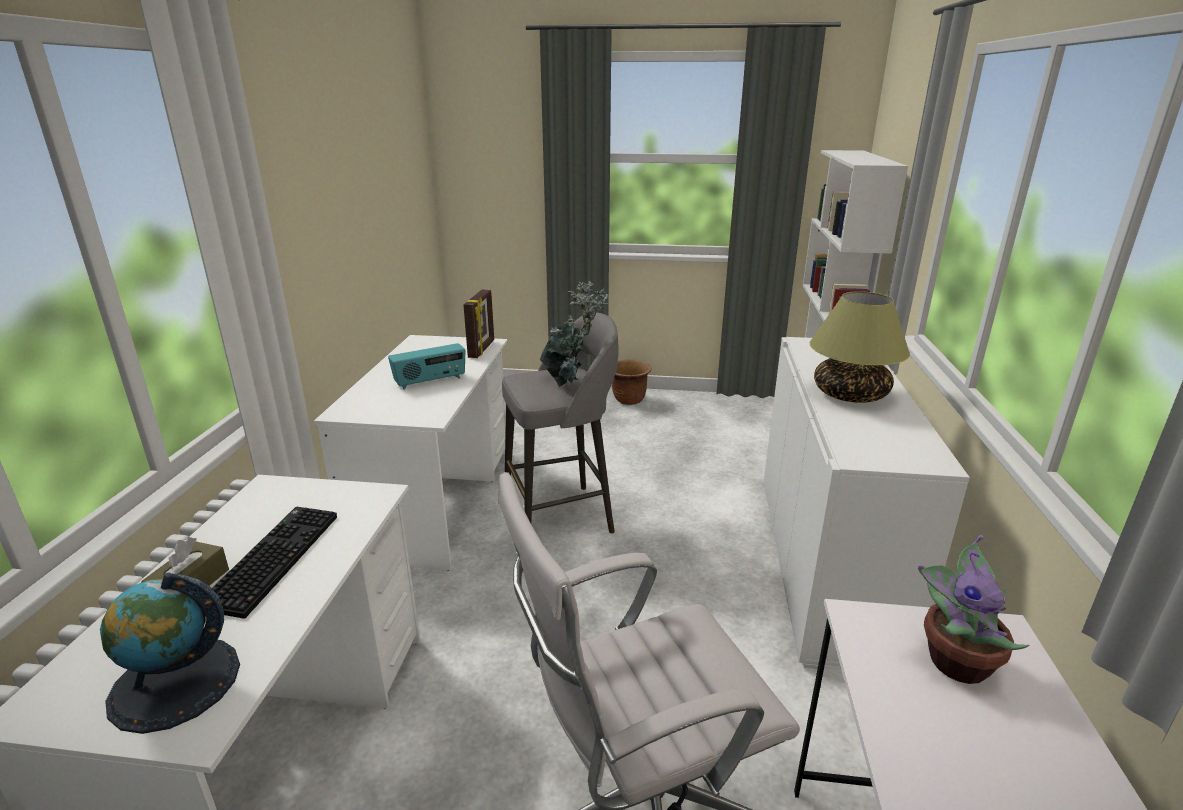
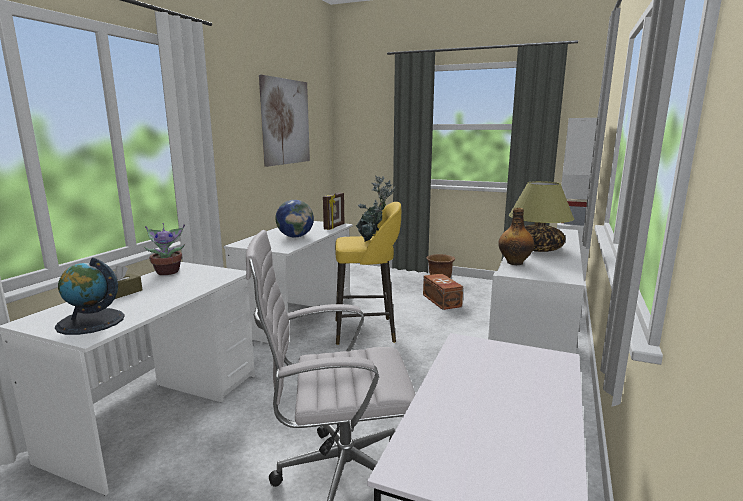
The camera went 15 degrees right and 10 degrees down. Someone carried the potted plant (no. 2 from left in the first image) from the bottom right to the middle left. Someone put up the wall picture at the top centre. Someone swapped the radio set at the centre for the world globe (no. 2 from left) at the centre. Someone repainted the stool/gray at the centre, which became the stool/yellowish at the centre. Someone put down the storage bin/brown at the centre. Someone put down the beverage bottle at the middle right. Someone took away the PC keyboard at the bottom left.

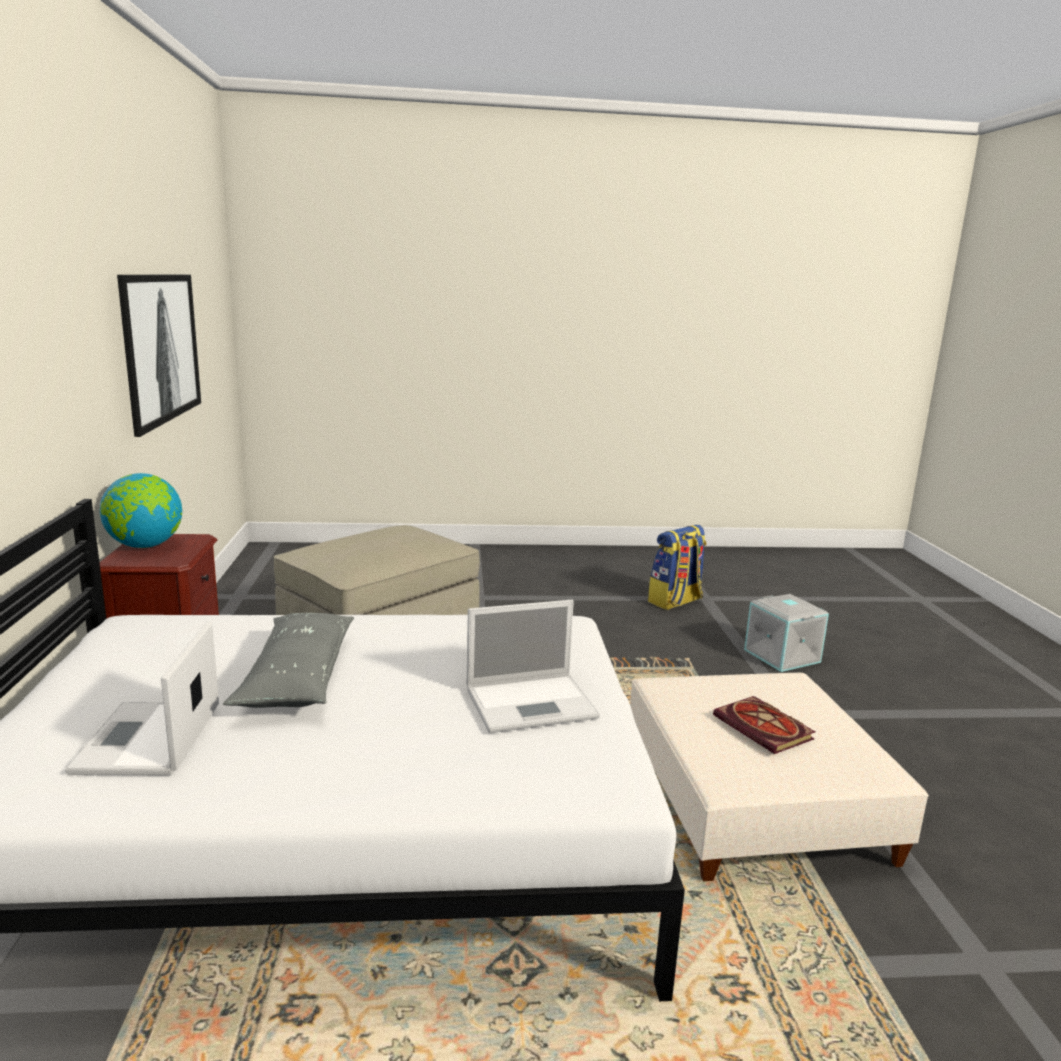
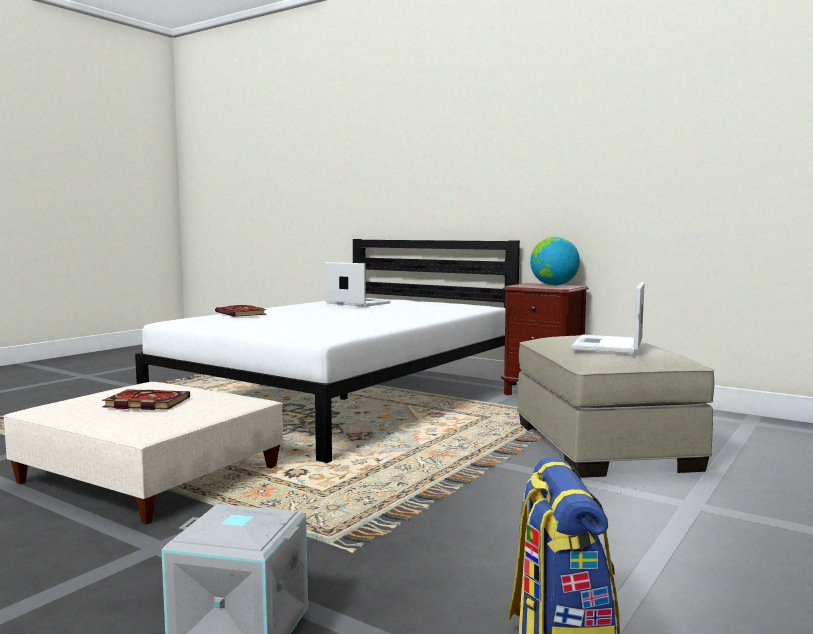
The camera went 130 degrees right and 10 degrees down. Someone put down the book (no. 2 from left) at the middle left. Someone carried the laptop (no. 2 from left) from the centre to the middle right. Someone took away the wall picture at the middle left. Someone took away the pillow/gray at the middle left.

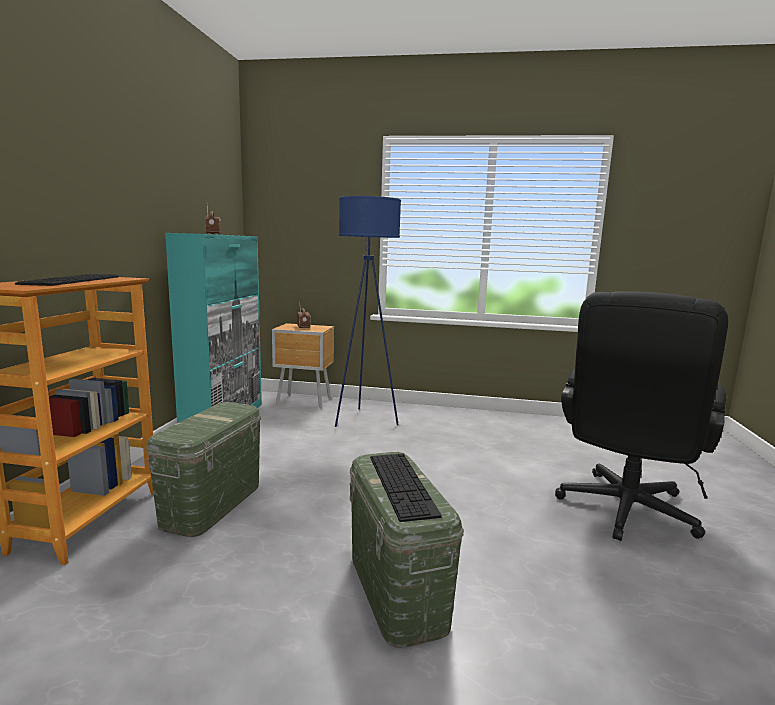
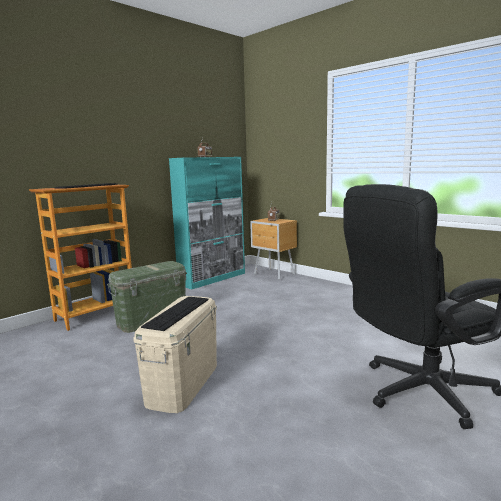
The camera went 35 degrees right and 0 degrees up. Someone repainted the storage bin/greenish (no. 2 from left) at the bottom centre, which became the storage bin/sand-coloured at the bottom centre. Someone took away the standard lamp/bluish at the centre.

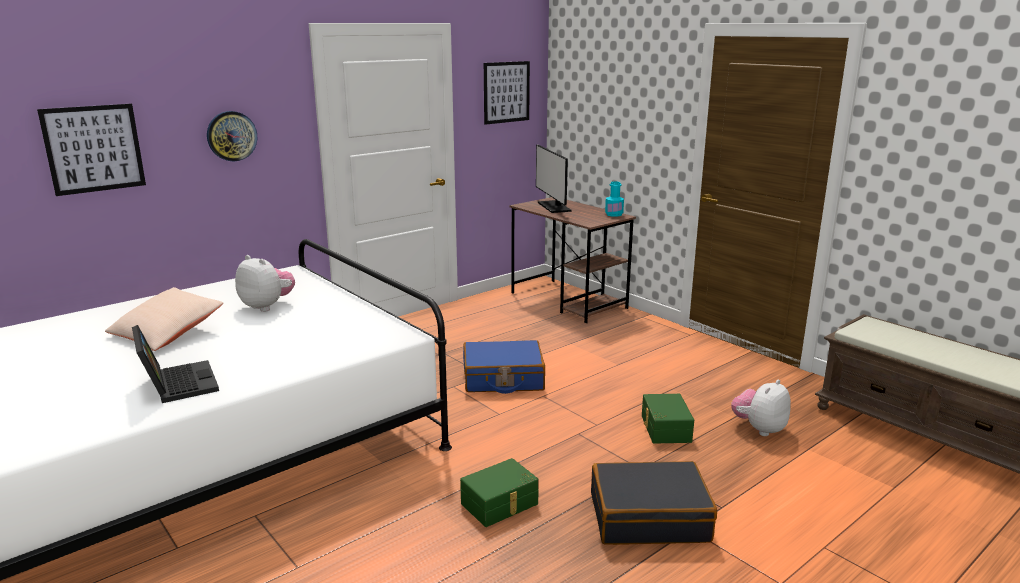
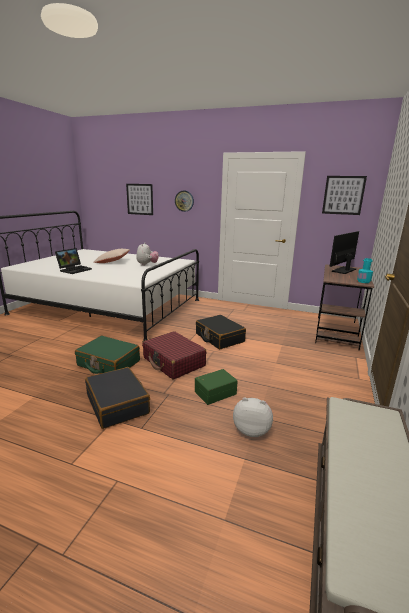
The camera went 60 degrees right and 0 degrees up. Someone swapped the storage bin/greenish (no. 1 from left) at the bottom centre for the travel case/greenish at the middle left. Someone put down the travel case/reddish at the centre. Someone repainted the travel case/bluish at the centre, which became the travel case/blackish (no. 2 from left) at the centre.

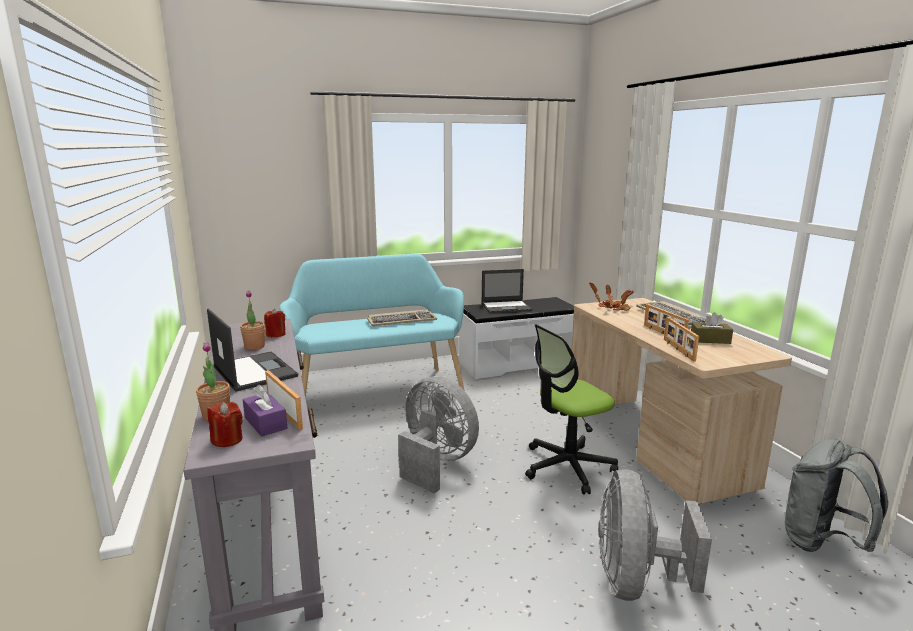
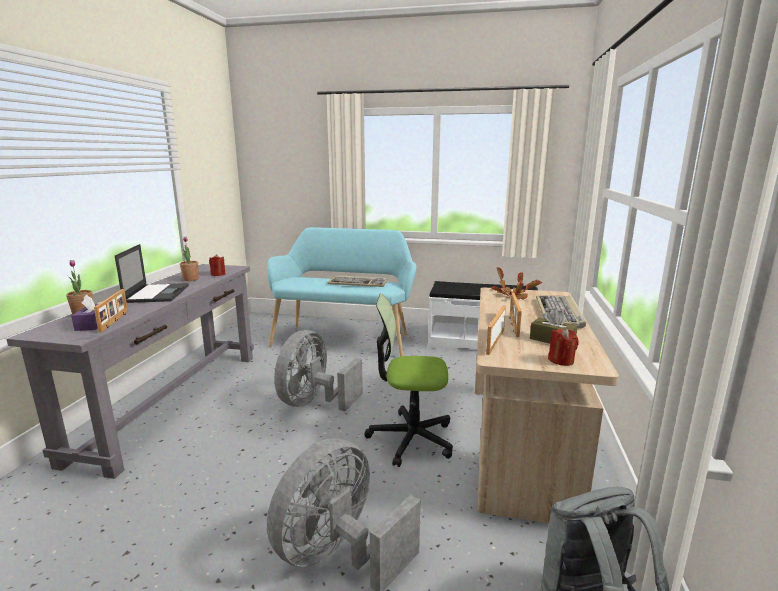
The camera went 30 degrees right and 0 degrees up. Someone rotated the electric fan/gray (no. 1 from left) at the bottom centre by 135 degrees counterclockwise. Someone carried the wax candle/reddish (no. 1 from left in the first image) from the bottom left to the middle right. Someone took away the laptop (no. 2 from left) at the centre.

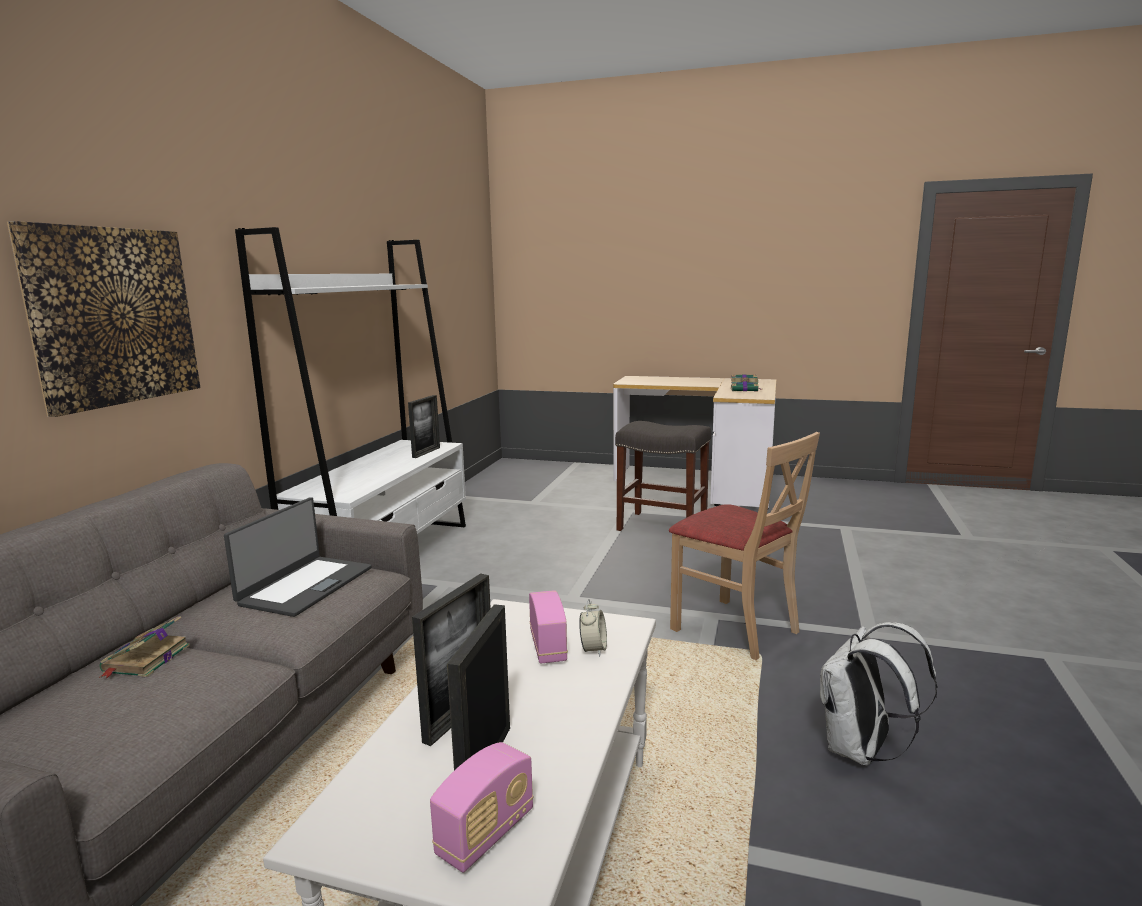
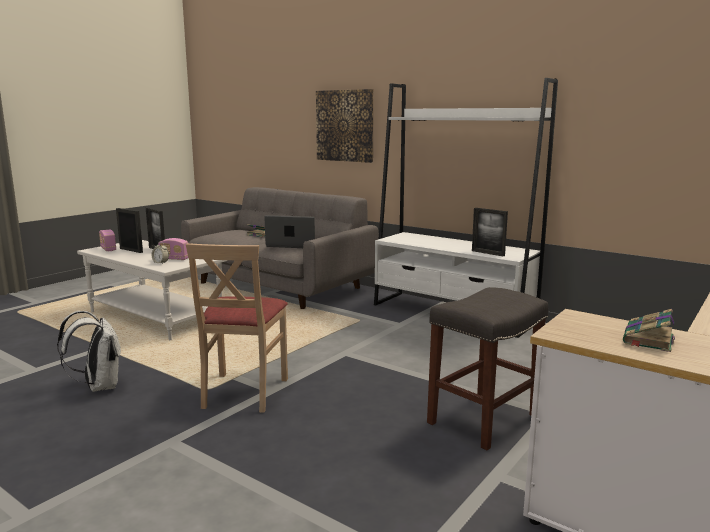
The camera went 110 degrees right and 0 degrees up. Someone rotated the chair/sand-coloured at the centre by 60 degrees counterclockwise. Someone rotated the laptop at the middle left by 150 degrees clockwise.

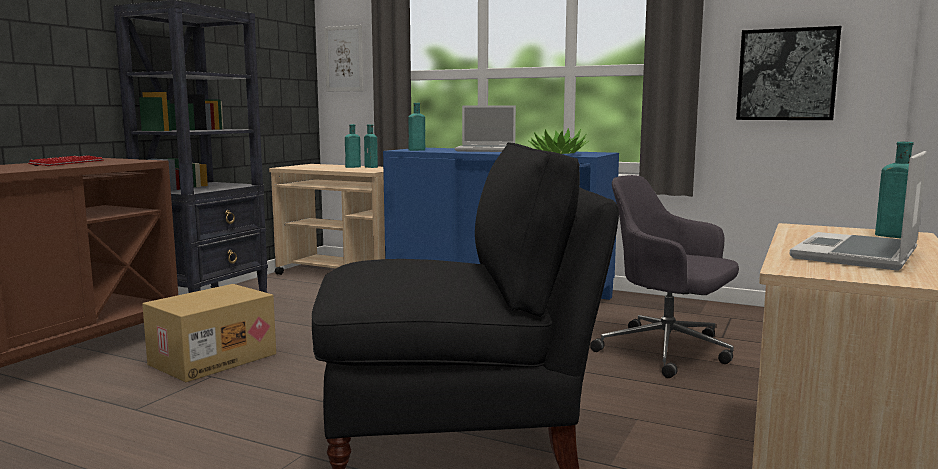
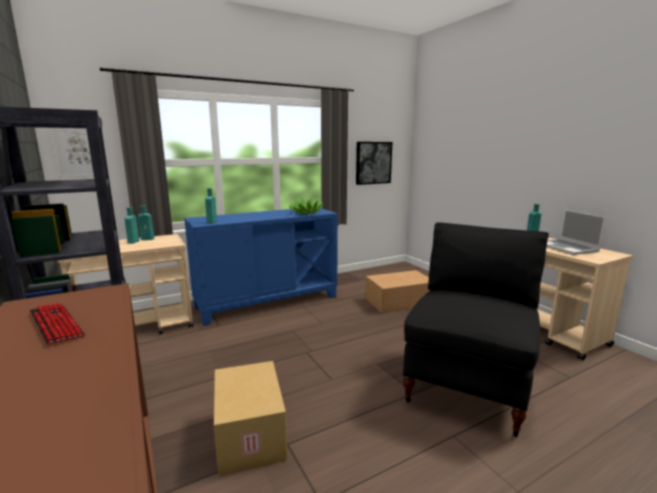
The camera went 55 degrees left and 5 degrees up. Someone swapped the computer chair/gray at the middle right for the packing box (no. 2 from left) at the centre. Someone took away the laptop (no. 1 from left) at the top centre.

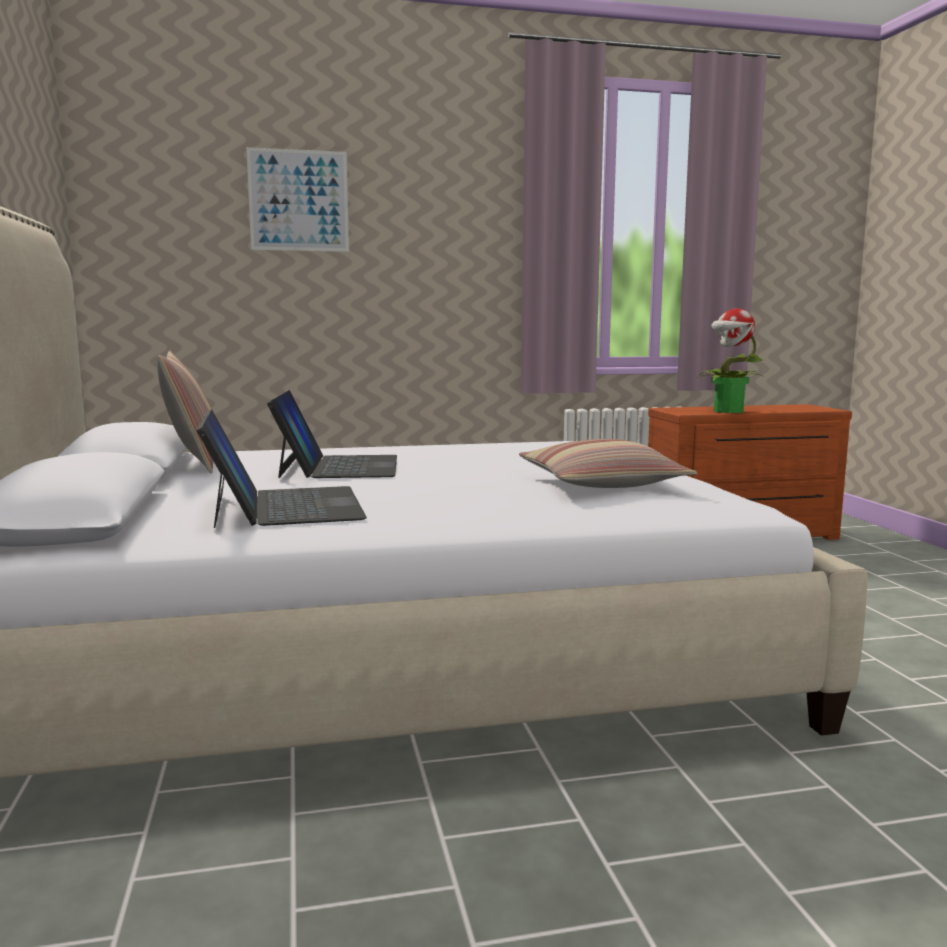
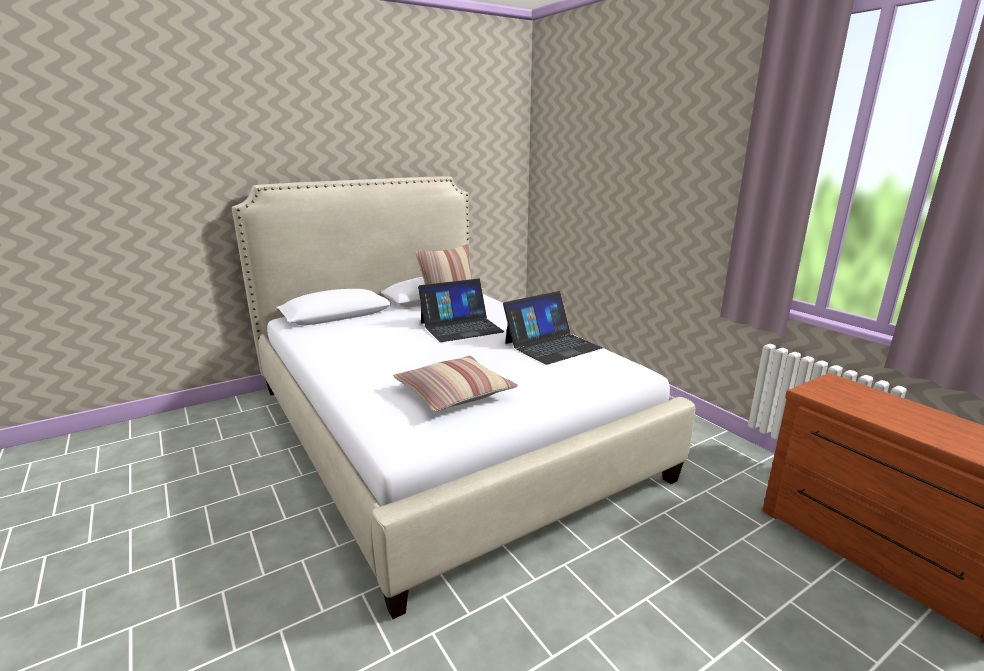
The camera went 70 degrees right and 10 degrees up. Someone carried the laptop (no. 1 from left in the first image) from the middle left to the centre. Someone took away the wall picture at the top left. Someone took away the potted plant at the middle right.

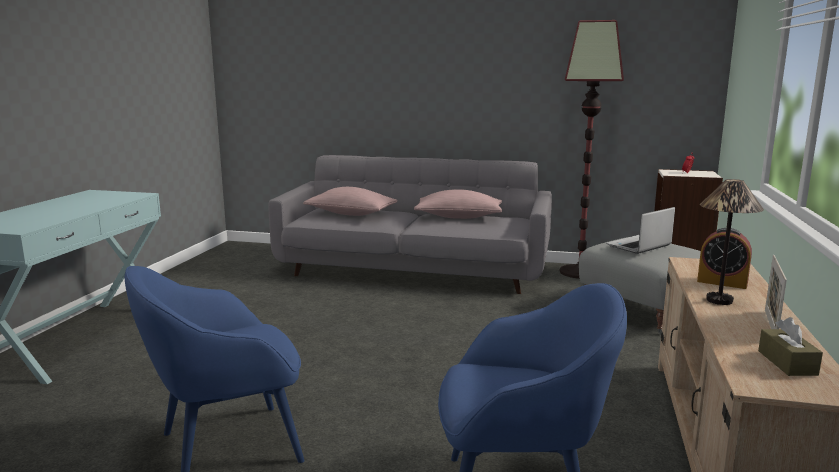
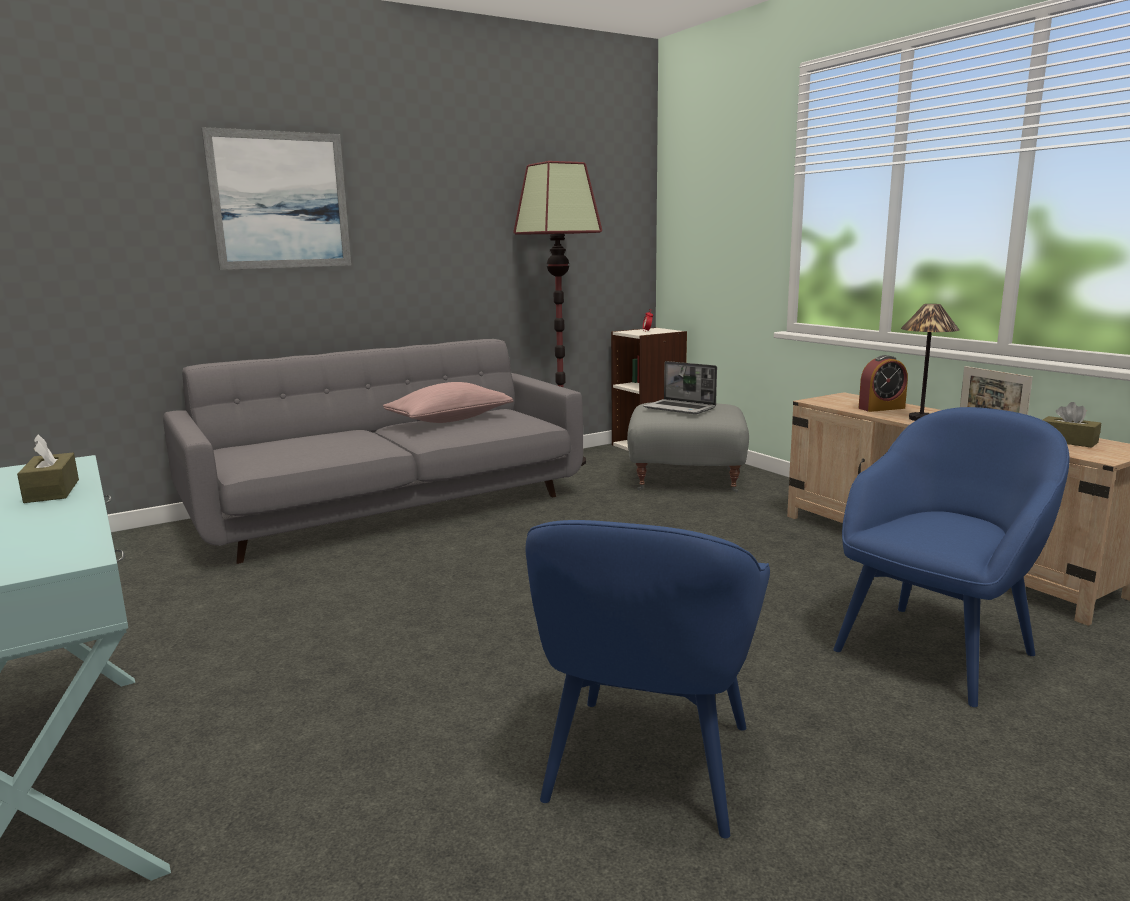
The camera went 45 degrees left and 0 degrees up. Someone put down the box of tissues/brown (no. 1 from left) at the middle left. Someone put up the wall picture at the top left. Someone rotated the laptop at the middle right by 60 degrees counterclockwise. Someone took away the pillow/pink-coloured (no. 1 from left) at the centre.

